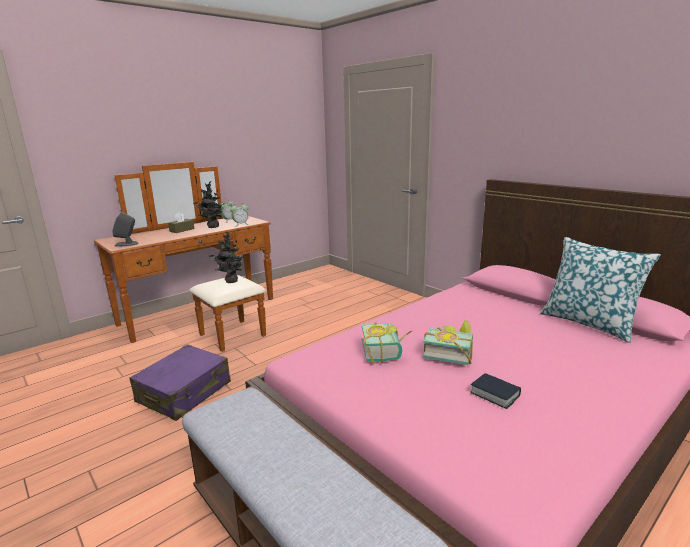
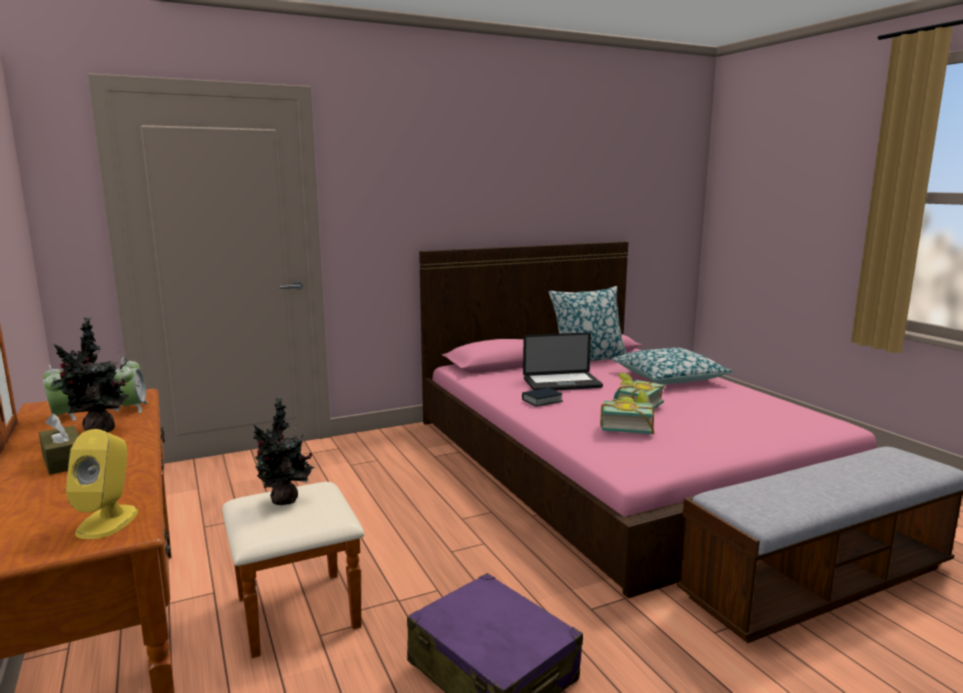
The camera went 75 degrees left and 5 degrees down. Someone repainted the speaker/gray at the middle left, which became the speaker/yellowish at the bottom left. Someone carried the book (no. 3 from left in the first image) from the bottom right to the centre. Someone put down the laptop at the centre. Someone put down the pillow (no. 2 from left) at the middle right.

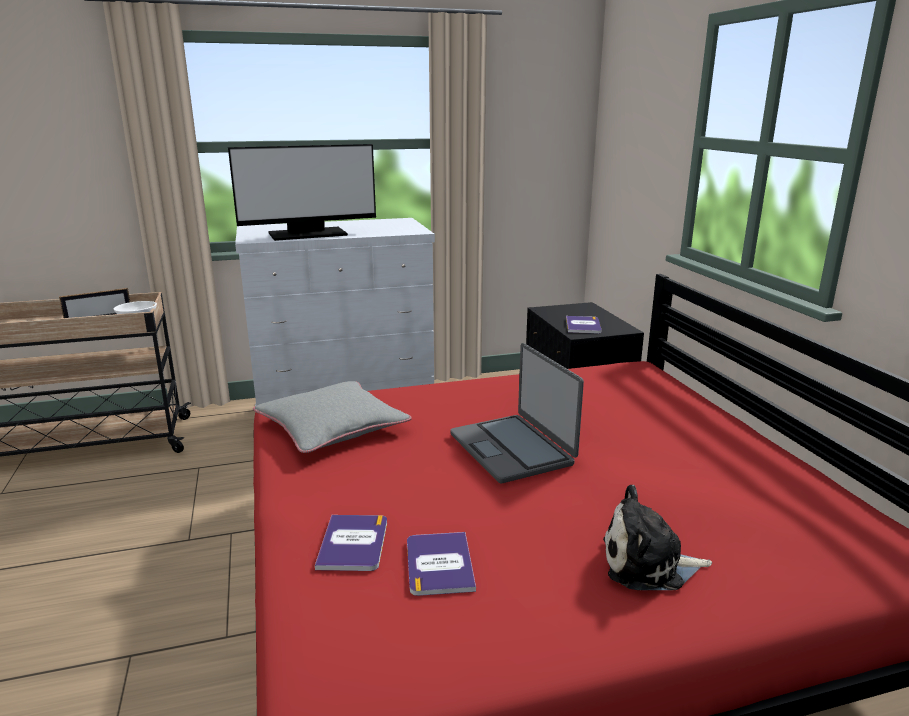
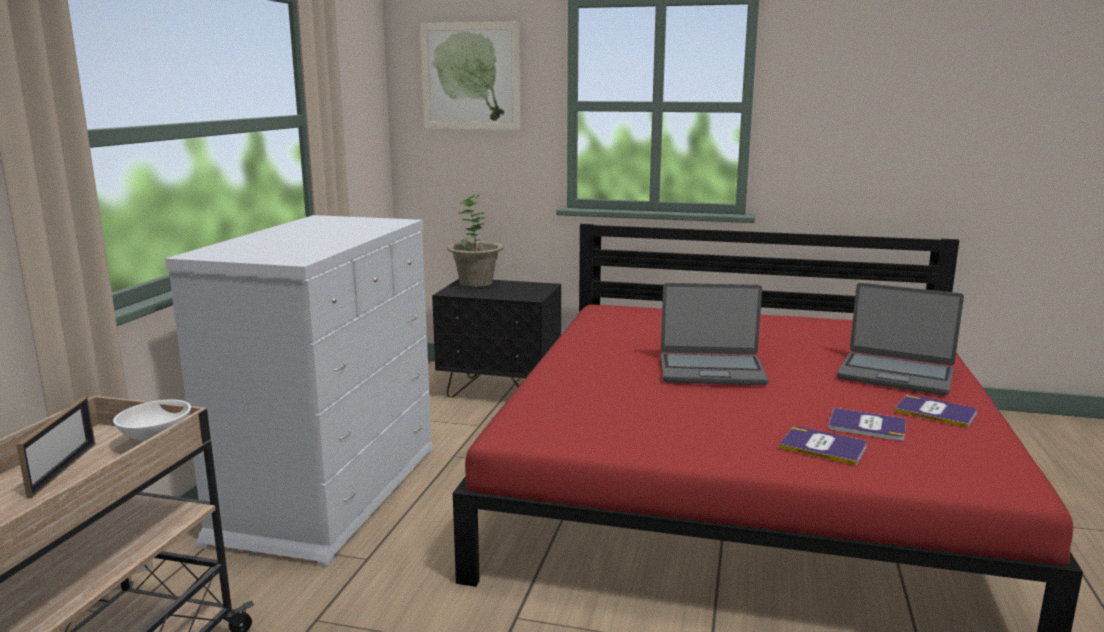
The camera went 60 degrees left and 5 degrees down. Someone put up the wall picture at the top centre. Someone put down the potted plant at the centre. Someone swapped the plush toy at the bottom right for the laptop (no. 2 from left) at the middle right. Someone carried the book (no. 3 from left) from the centre to the middle right. Someone took away the computer display at the top left. Someone took away the pillow/gray at the centre.

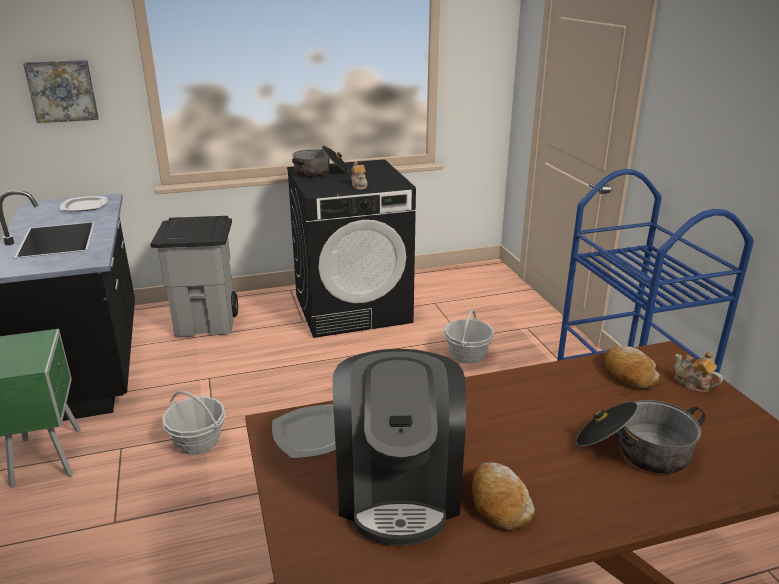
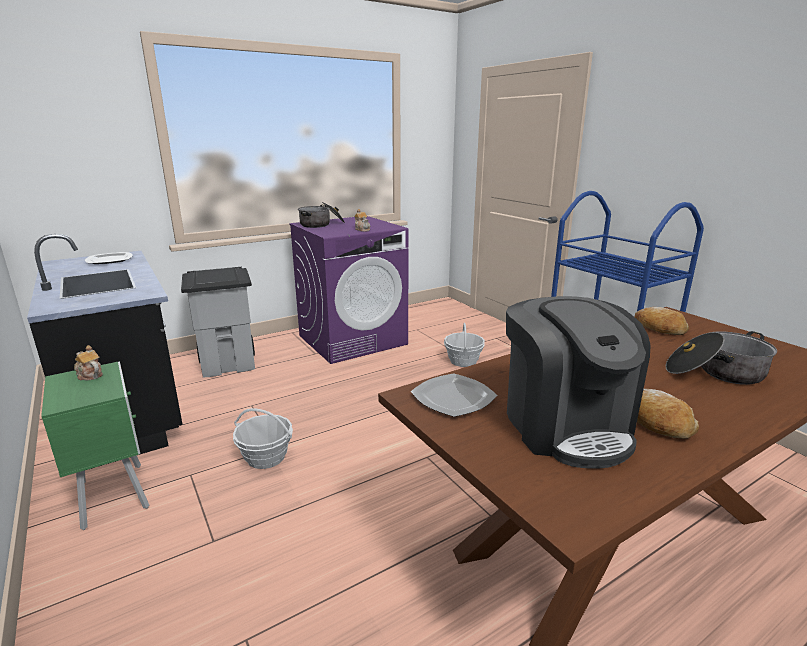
The camera went 15 degrees left and 5 degrees down. Someone carried the tea pot (no. 2 from left in the first image) from the middle right to the middle left. Someone repainted the washing machine/blackish at the centre, which became the washing machine/purplish at the centre. Someone took away the wall picture at the top left.

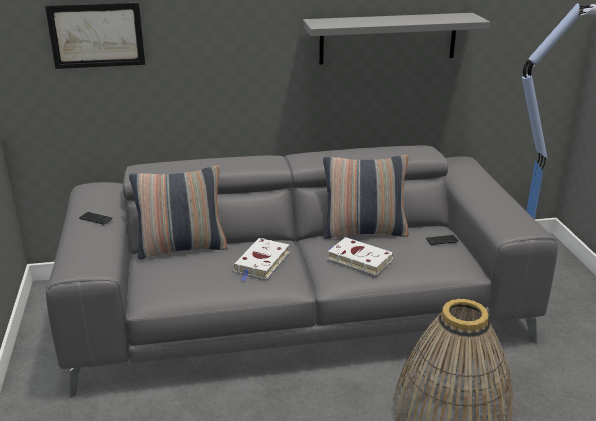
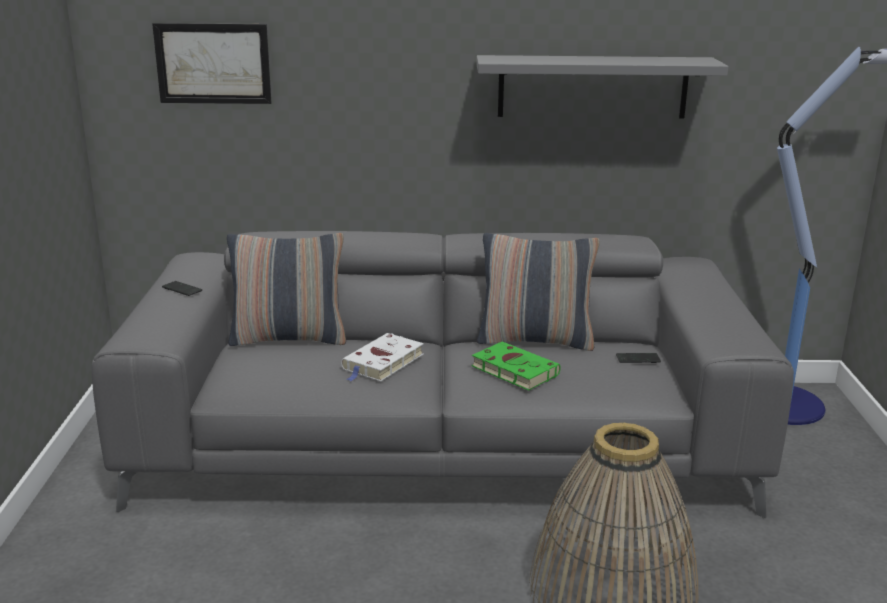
The camera went 10 degrees right and 5 degrees down. Someone repainted the book/white (no. 2 from left) at the centre, which became the book/greenish at the centre.

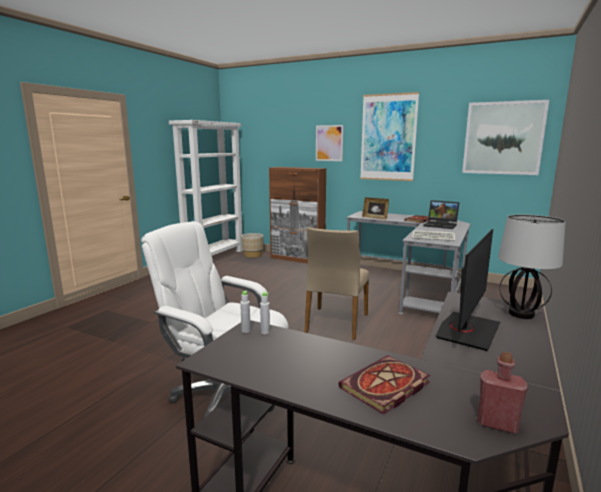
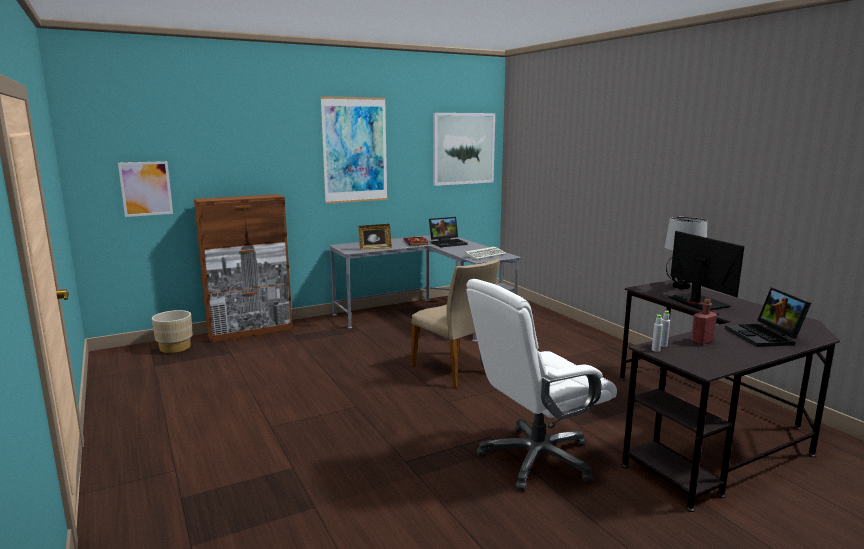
The camera went 55 degrees left and 0 degrees up. Someone carried the wall picture (no. 1 from left) from the top centre to the middle left. Someone carried the beverage bottle/reddish from the bottom right to the middle right. Someone swapped the book (no. 1 from left) at the bottom centre for the laptop (no. 2 from left) at the middle right. Someone took away the bookcase/white at the centre.

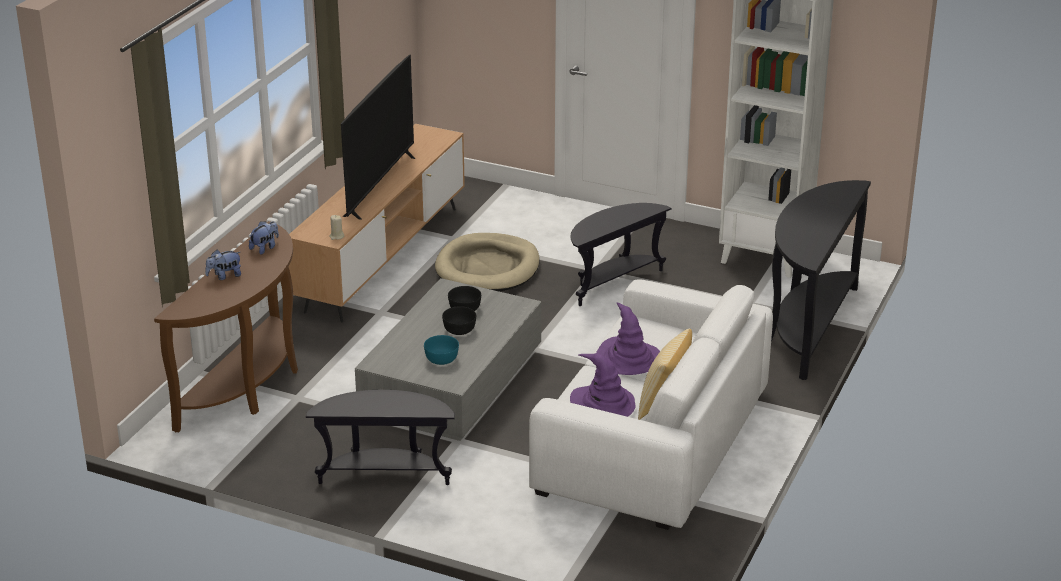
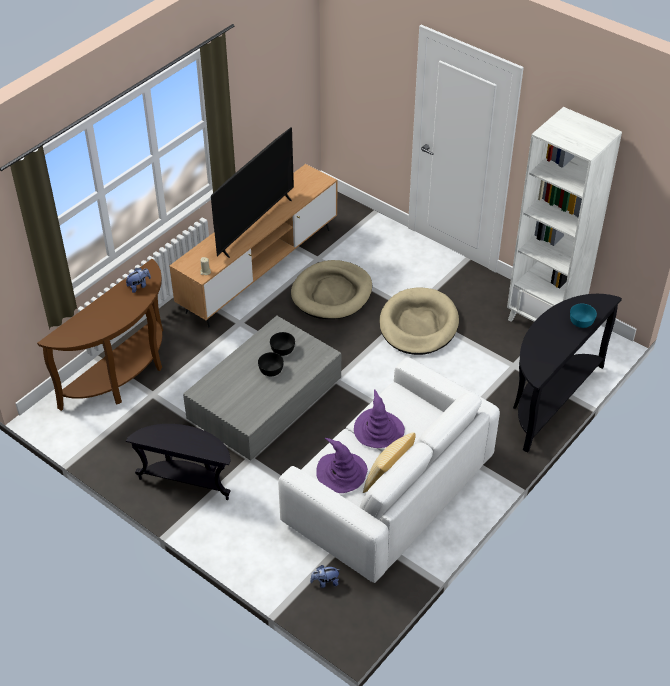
The camera went 15 degrees right and 15 degrees up. Someone carried the plush toy (no. 1 from left in the first image) from the middle left to the bottom centre. Someone swapped the side table/blackish (no. 2 from left) at the centre for the dog bed/sand-coloured (no. 2 from left) at the centre. Someone carried the bowl/turquoise-coloured from the centre to the middle right.

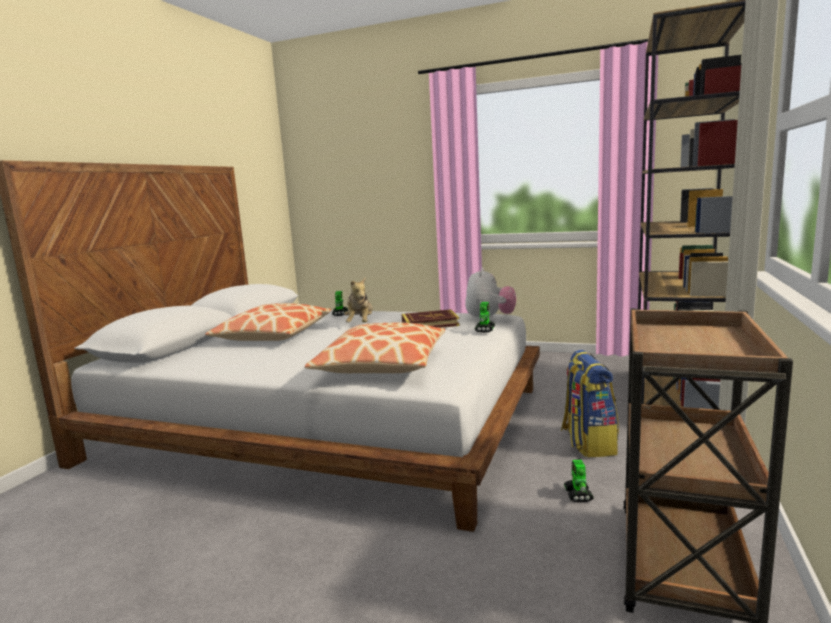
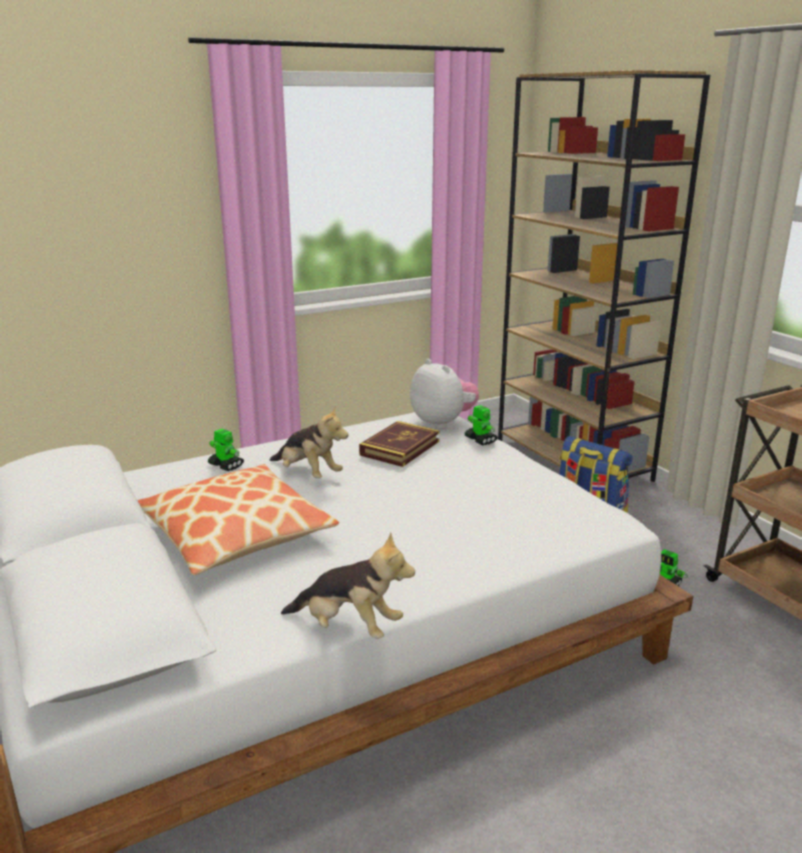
The camera went 50 degrees left and 10 degrees up. Someone put down the plush toy (no. 2 from left) at the bottom centre. Someone took away the pillow (no. 2 from left) at the centre.

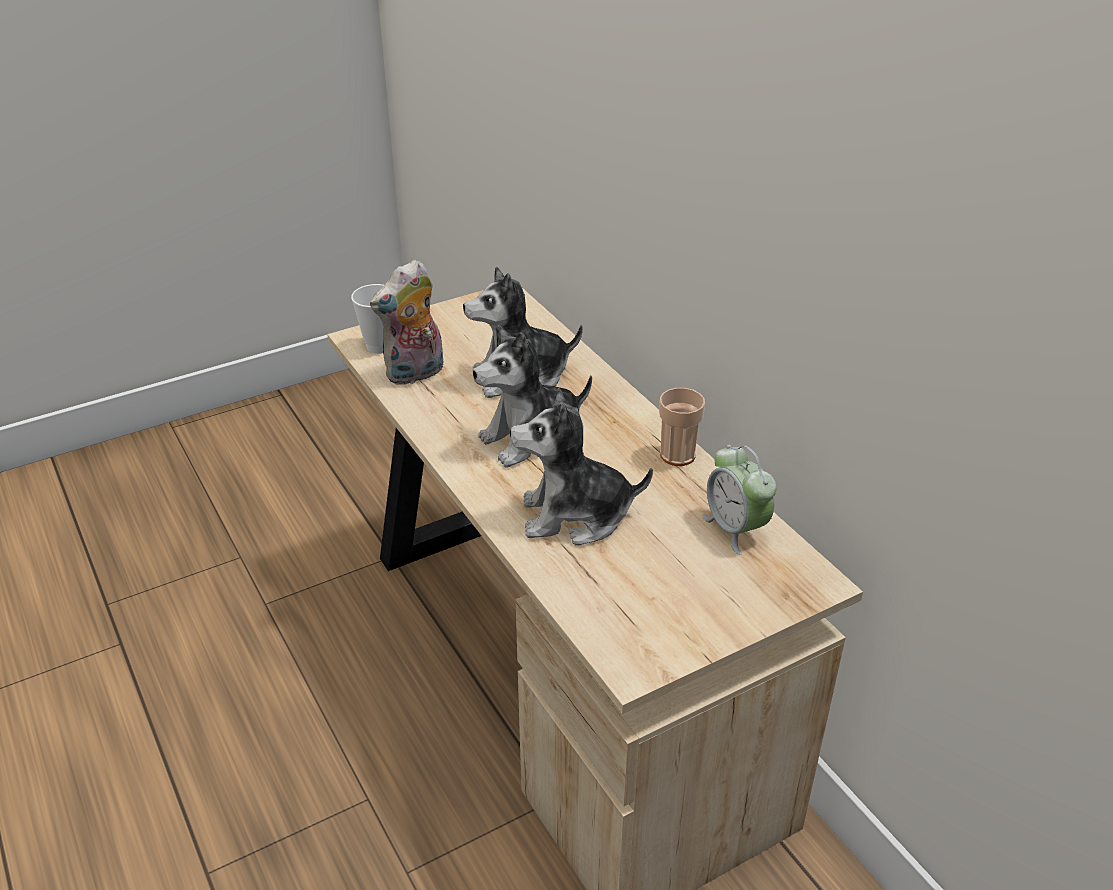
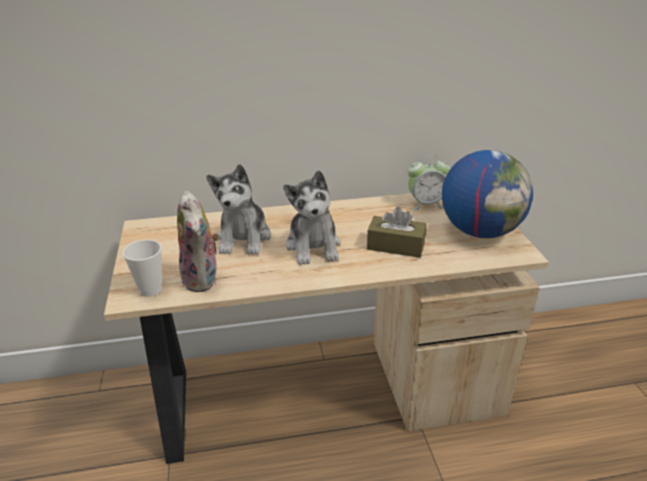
The camera went 70 degrees left and 5 degrees down. Someone swapped the plush toy (no. 4 from left) at the centre for the box of tissues/brown at the centre. Someone put down the world globe at the middle right. Someone took away the drinking cup (no. 2 from left) at the centre.

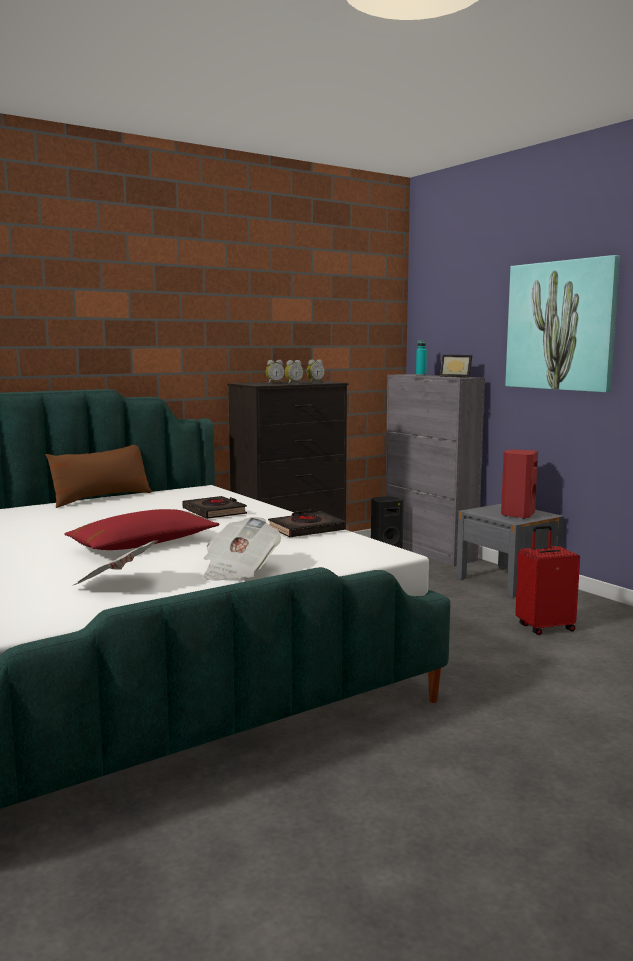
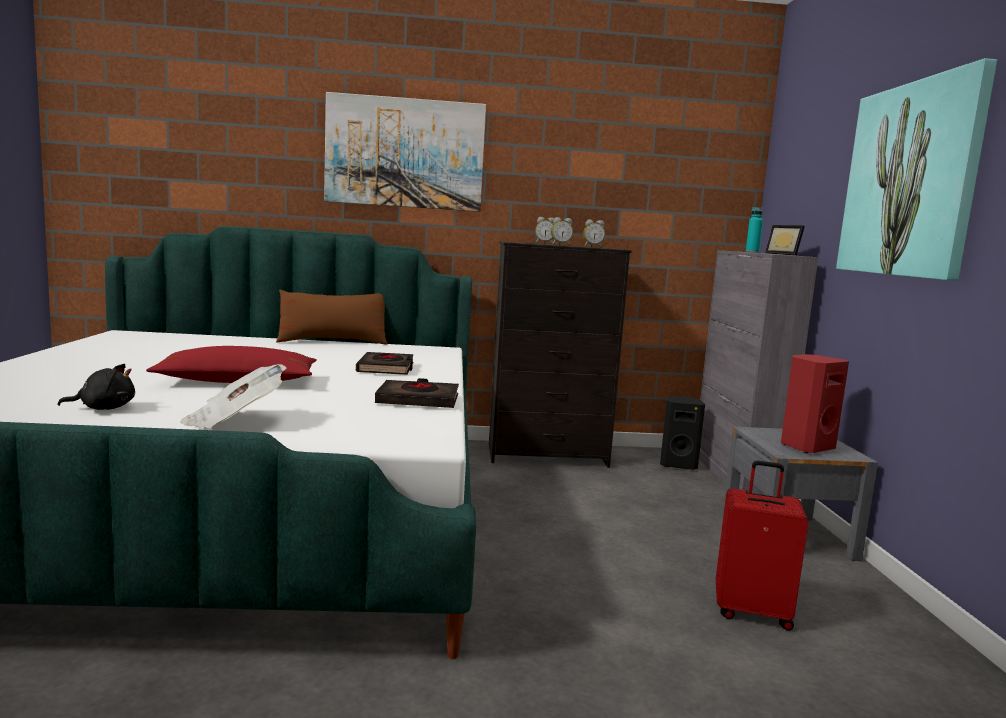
The camera went 30 degrees right and 0 degrees up. Someone swapped the printed paper (no. 1 from left) at the middle left for the plush toy/blackish at the middle left. Someone put up the wall picture (no. 1 from left) at the top centre.

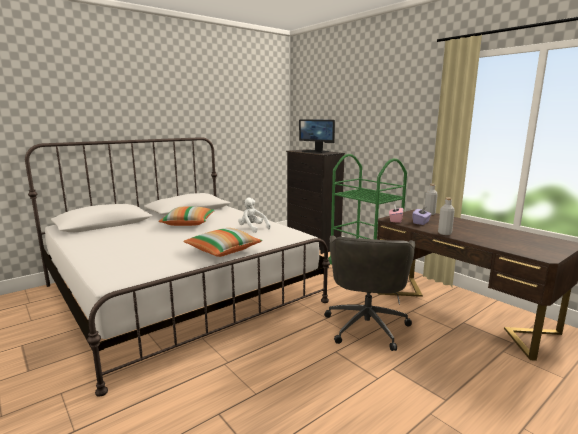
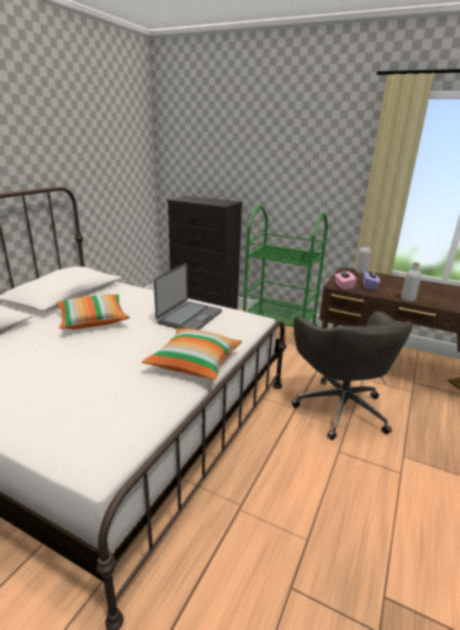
The camera went 25 degrees left and 10 degrees up. Someone swapped the plush toy/white at the centre for the laptop at the centre. Someone took away the computer display at the top centre.

